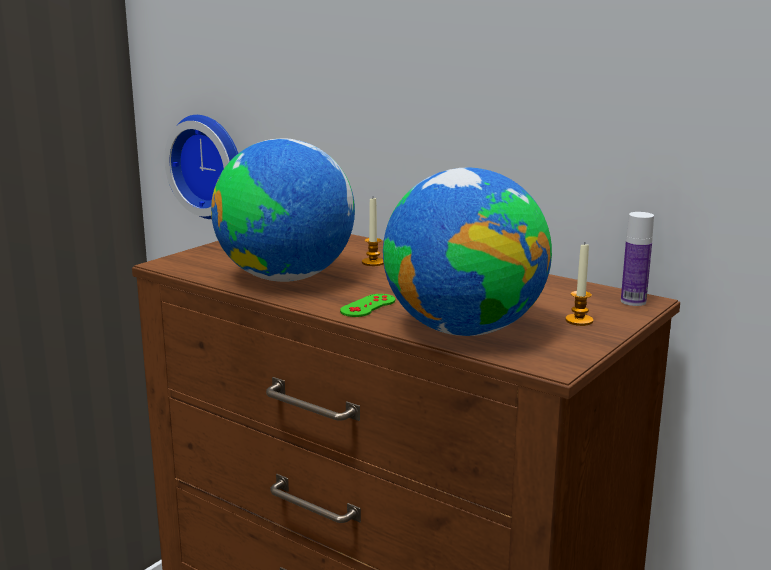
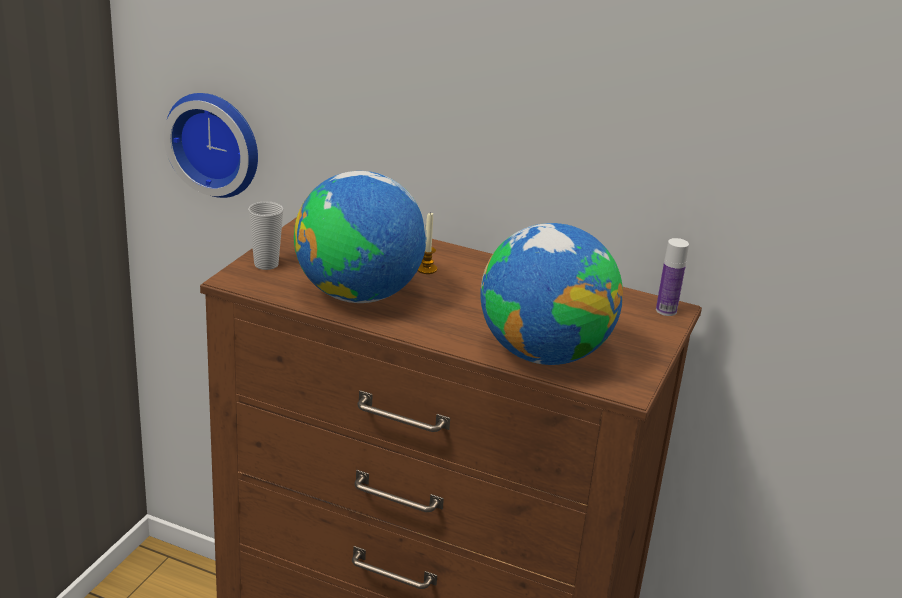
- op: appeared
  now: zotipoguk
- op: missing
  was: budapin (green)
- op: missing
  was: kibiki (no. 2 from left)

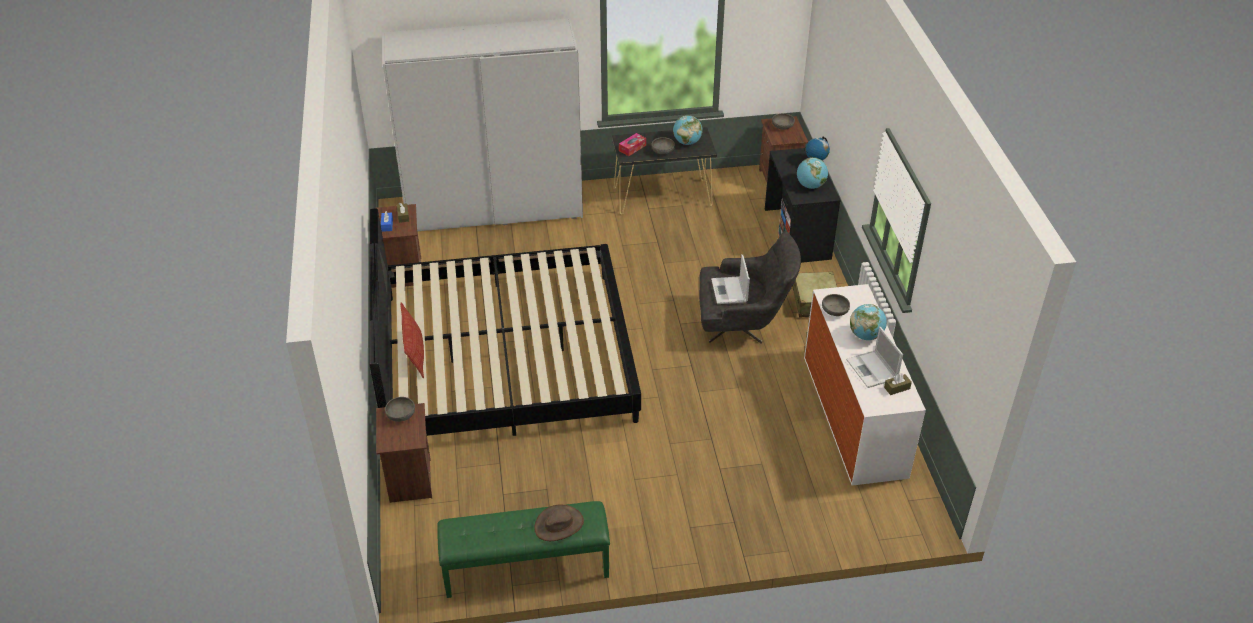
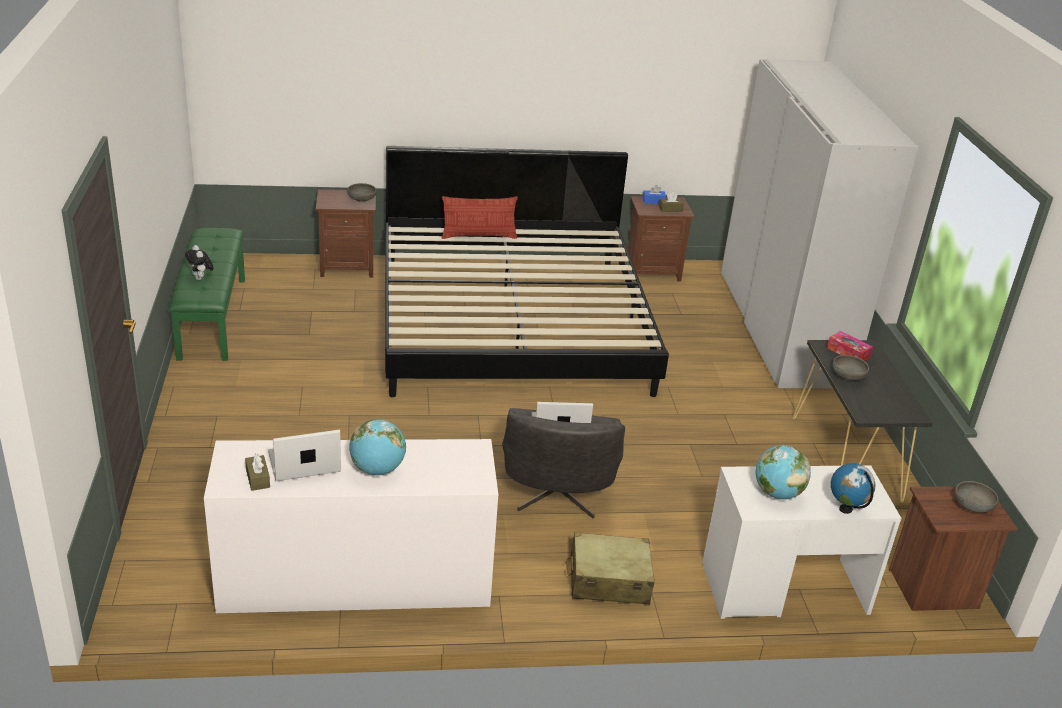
- op: exchanged
  was: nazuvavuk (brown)
  now: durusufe
- op: colour
  was: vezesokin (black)
  now: vezesokin (white)
- op: missing
  was: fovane (no. 1 from left)
- op: missing
  was: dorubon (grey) (no. 4 from left)

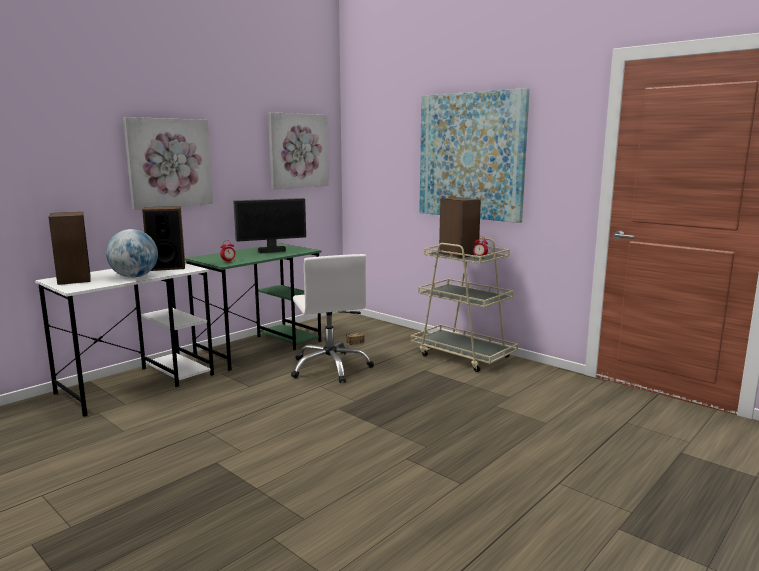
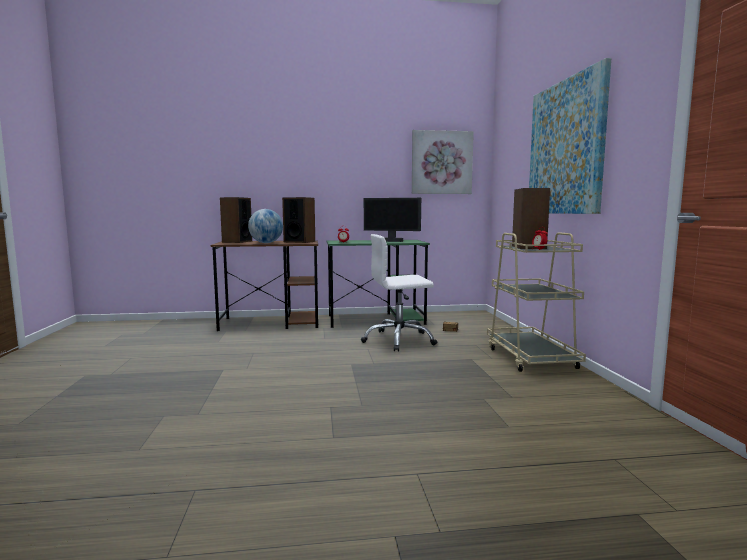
- op: colour
  was: vezesokin (white)
  now: vezesokin (brown)
- op: spun
  was: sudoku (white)
  clockwise: 60
- op: missing
  was: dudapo (no. 1 from left)

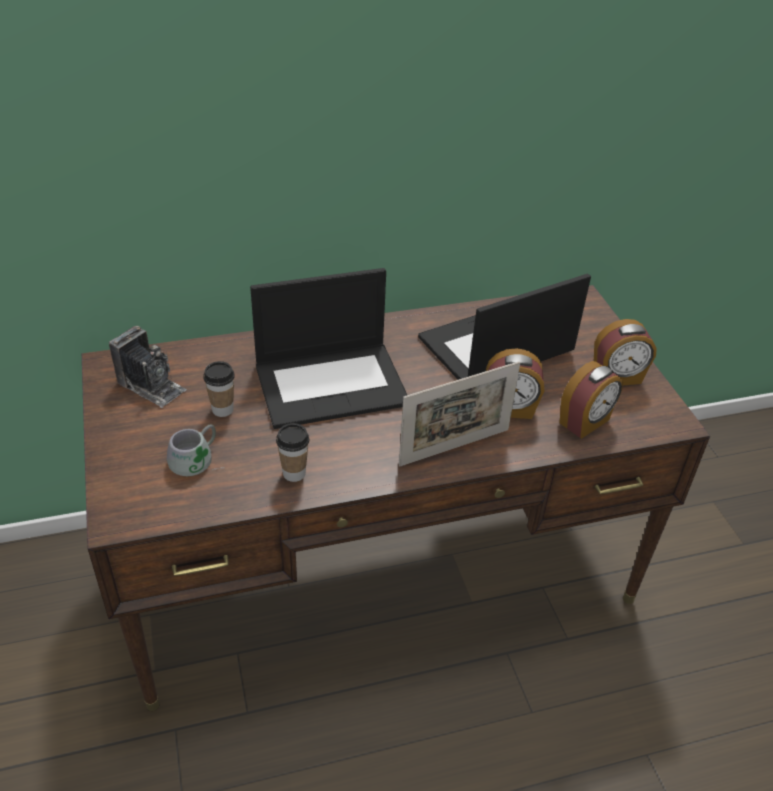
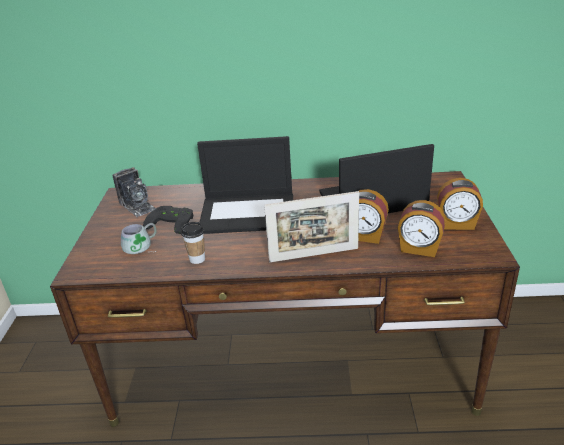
- op: exchanged
  was: zotipoguk (no. 1 from left)
  now: budapin (black)
- op: spun
  was: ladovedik (no. 2 from left)
  clockwise: 45

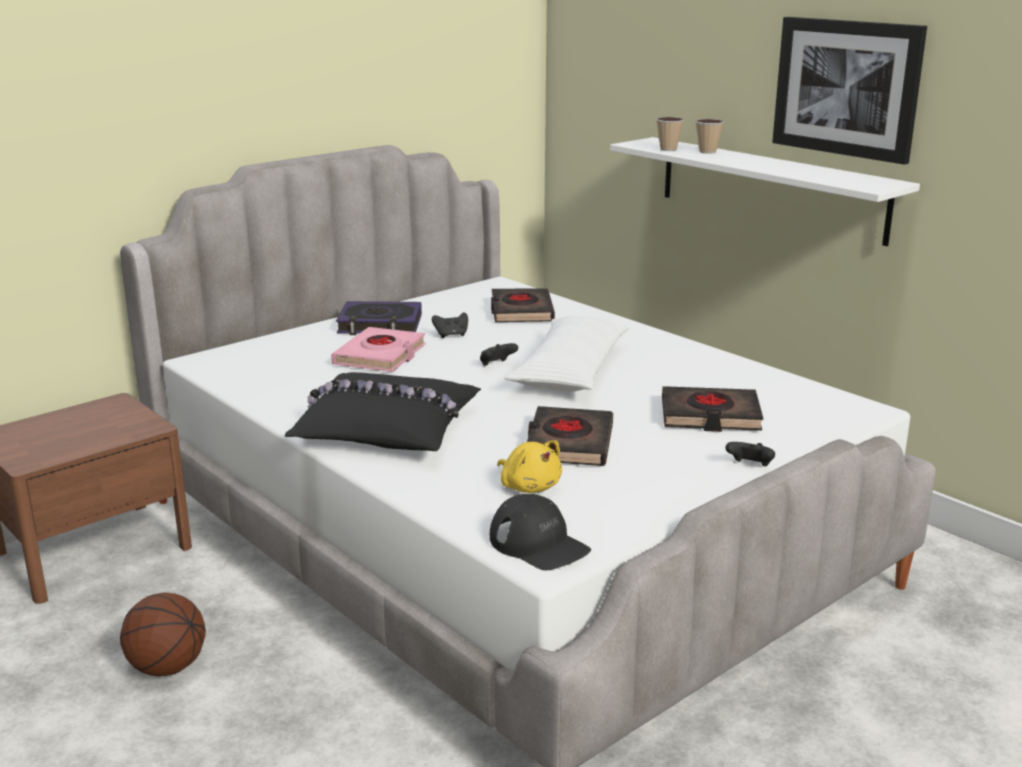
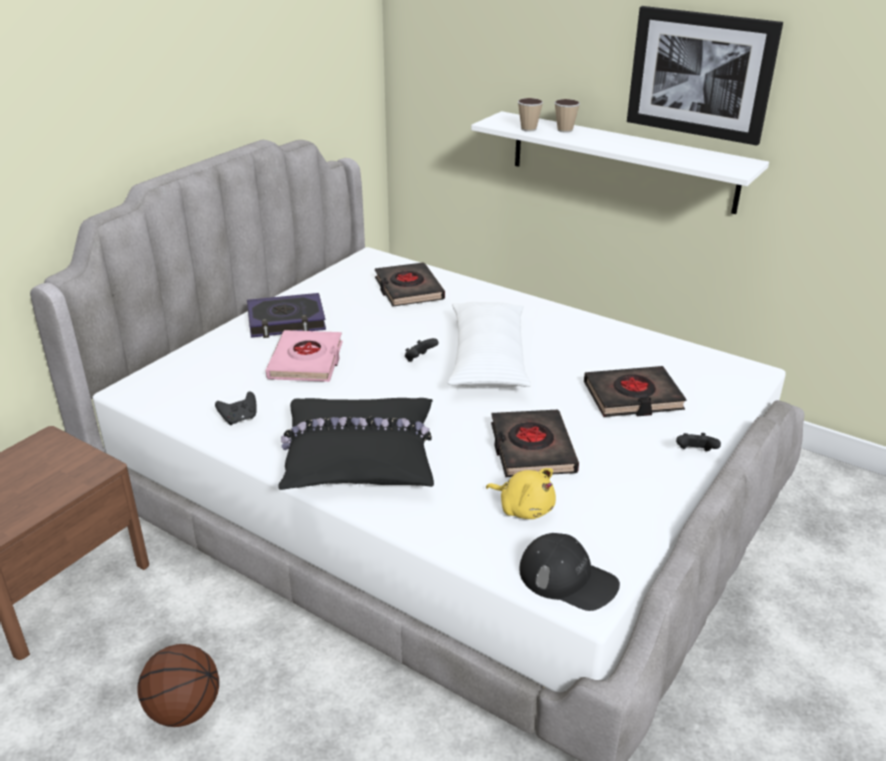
- op: relocated
  was: budapin (black) (no. 1 from left)

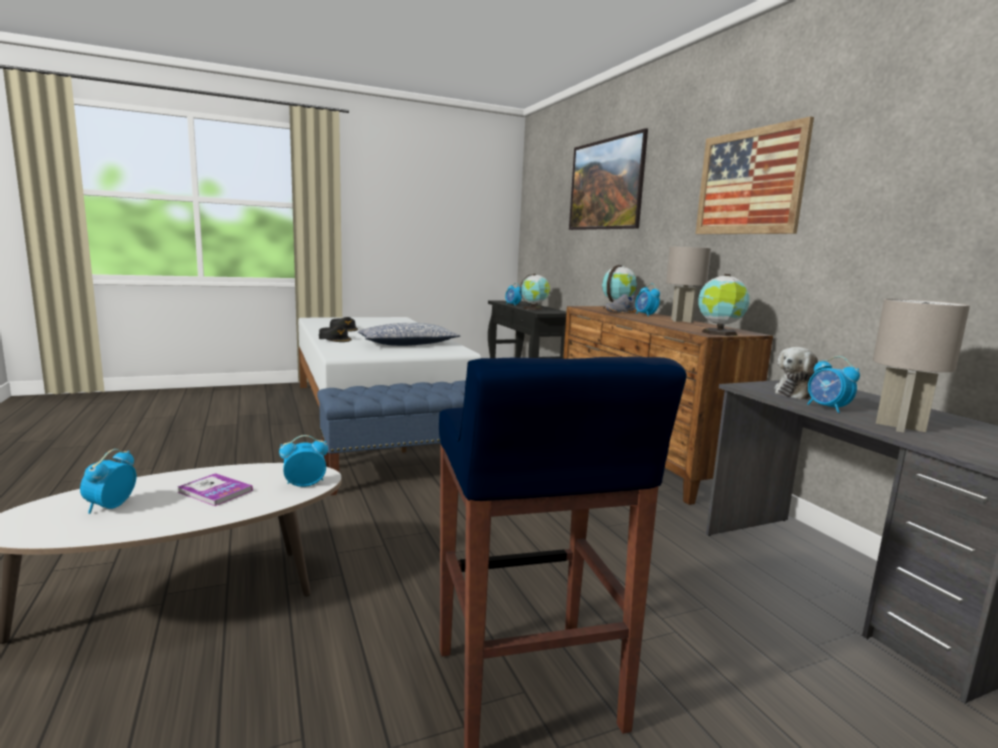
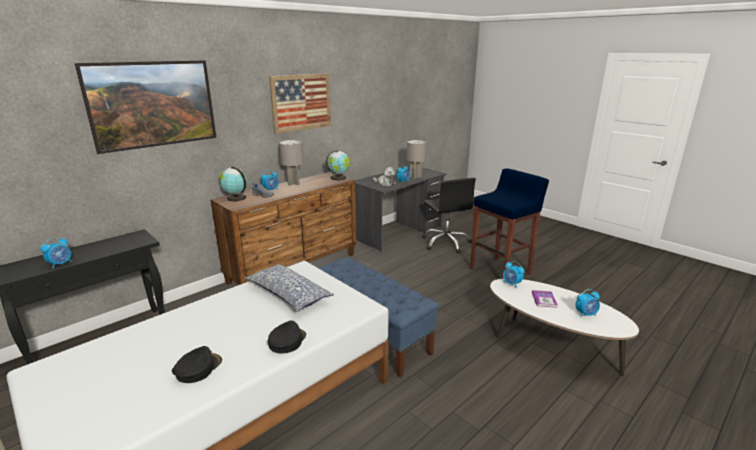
- op: appeared
  now: sudoku (black)
- op: missing
  was: fovane (no. 1 from left)

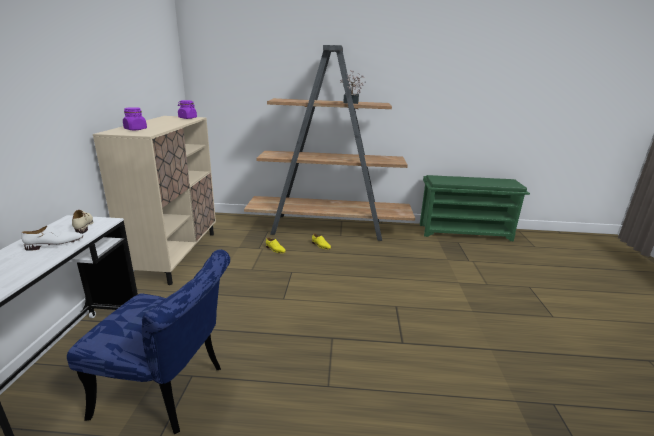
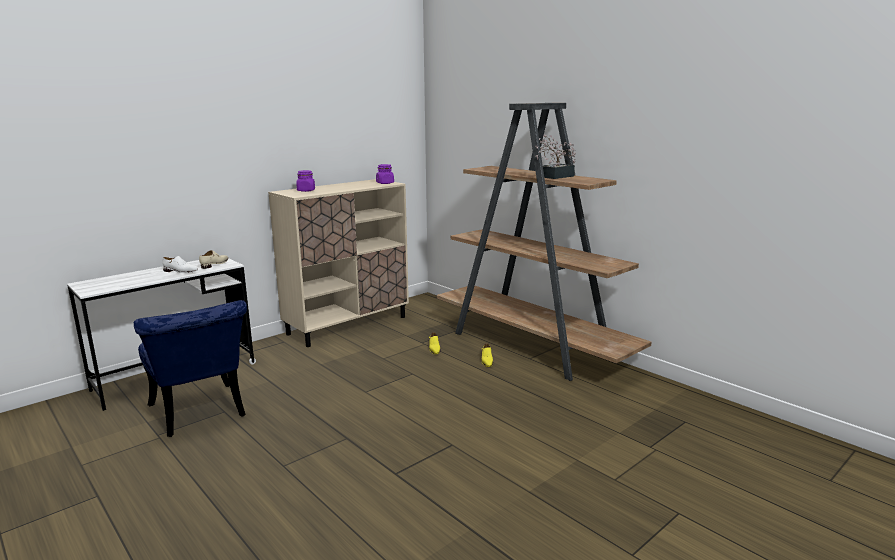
- op: missing
  was: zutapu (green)

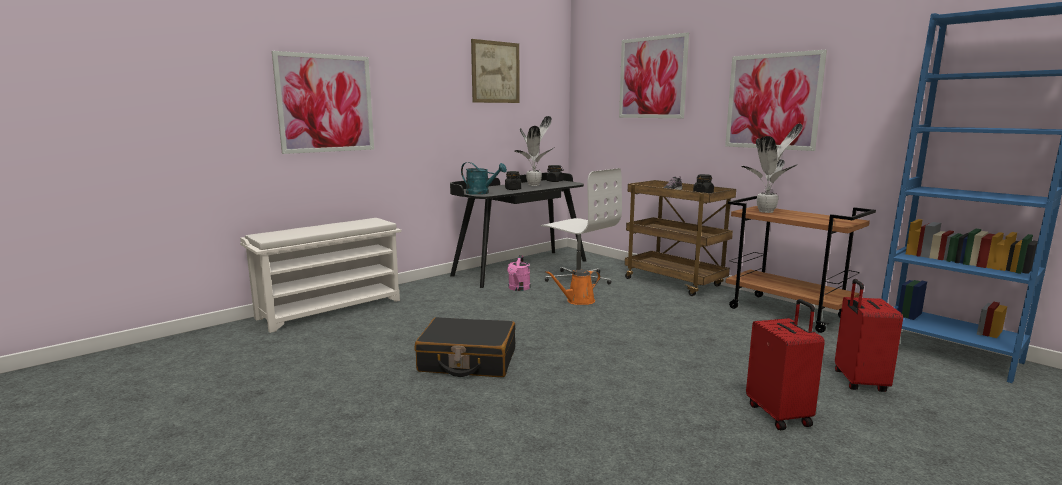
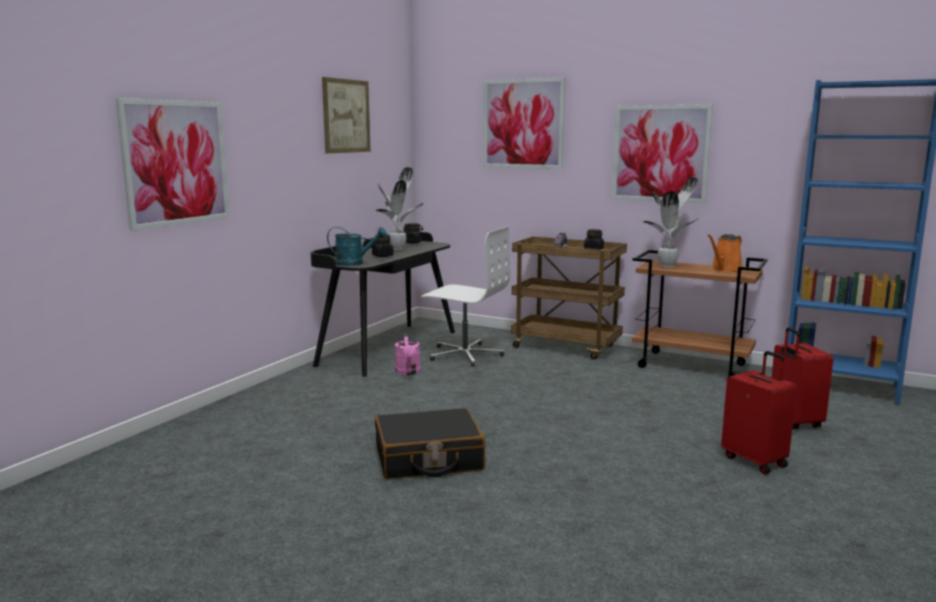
- op: relocated
  was: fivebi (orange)
- op: missing
  was: zutapu (white)

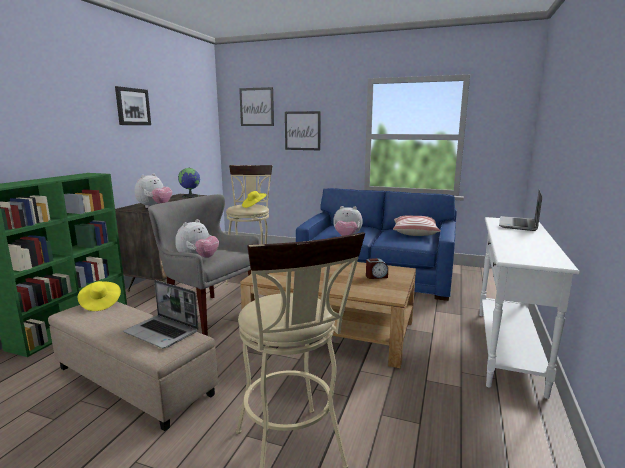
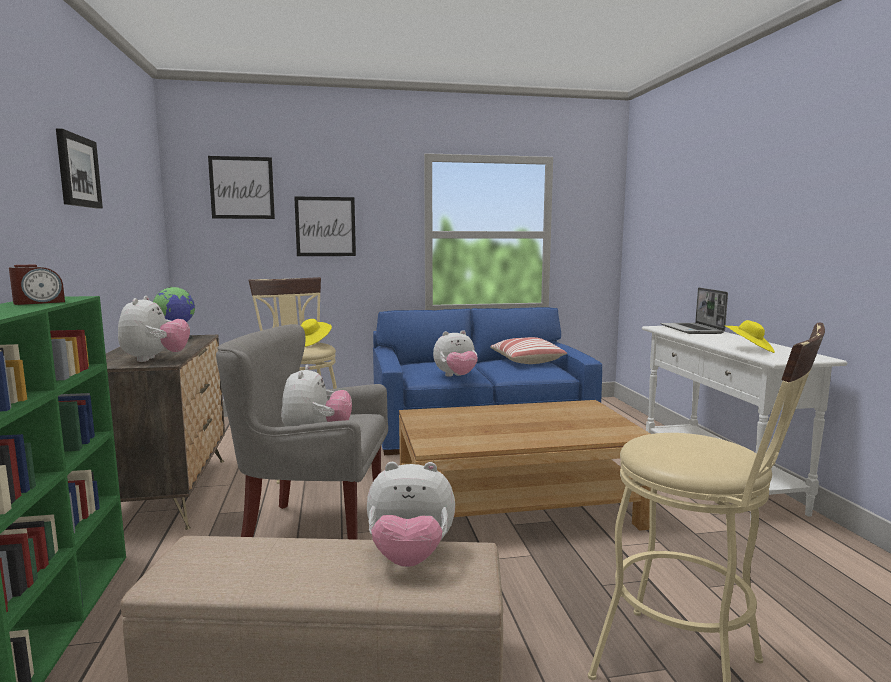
- op: relocated
  was: ladovedik
- op: exchanged
  was: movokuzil (no. 1 from left)
  now: durusufe (no. 3 from left)
- op: relocated
  was: nazuvavuk (yellow) (no. 1 from left in the first image)
  now: nazuvavuk (yellow) (no. 2 from left)

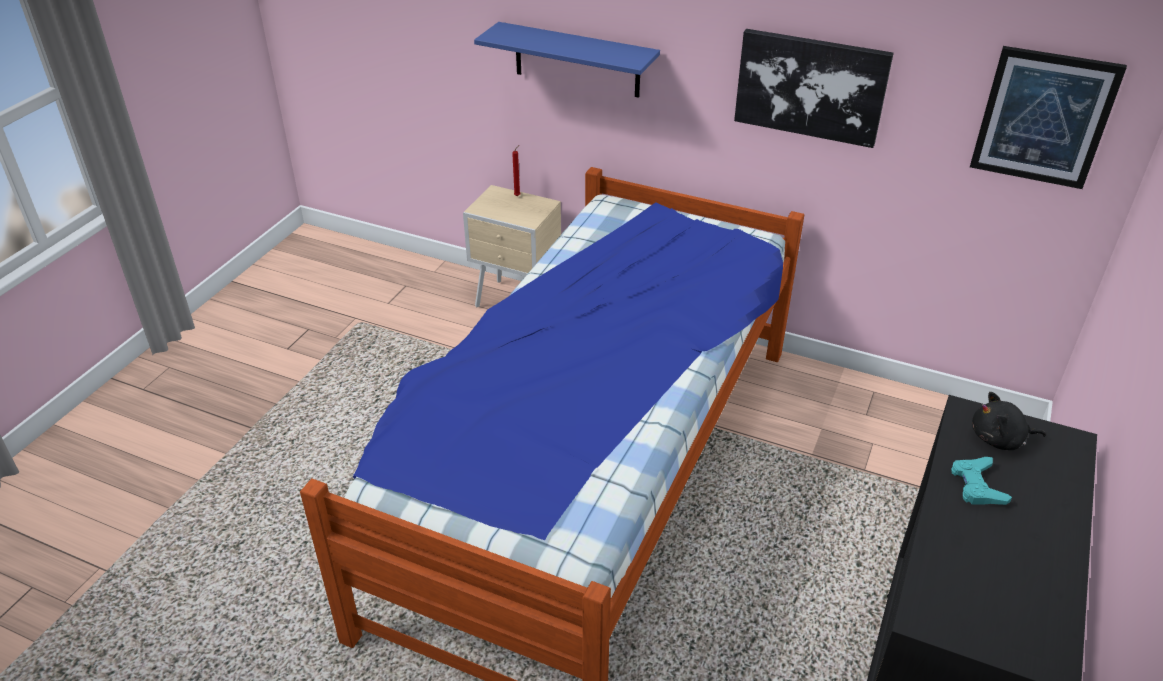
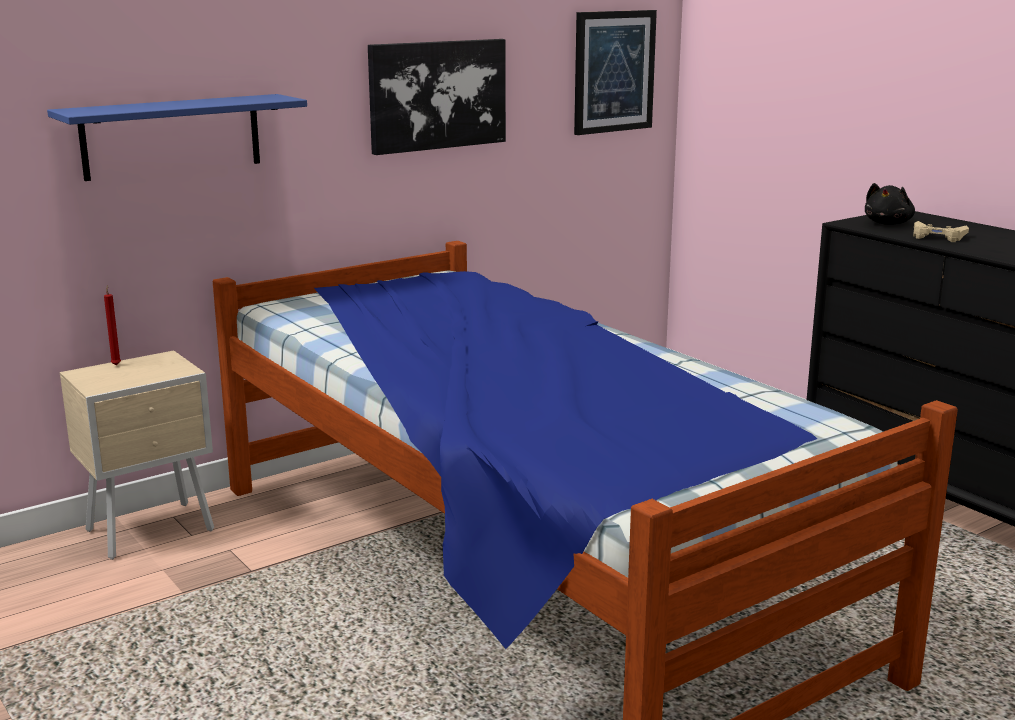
- op: colour
  was: budapin (turquoise)
  now: budapin (beige)

